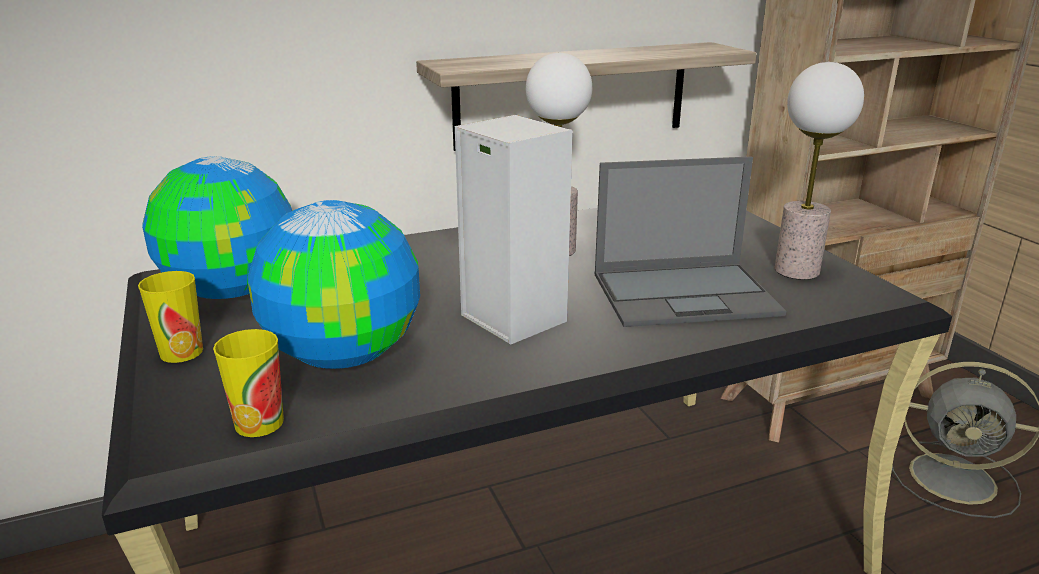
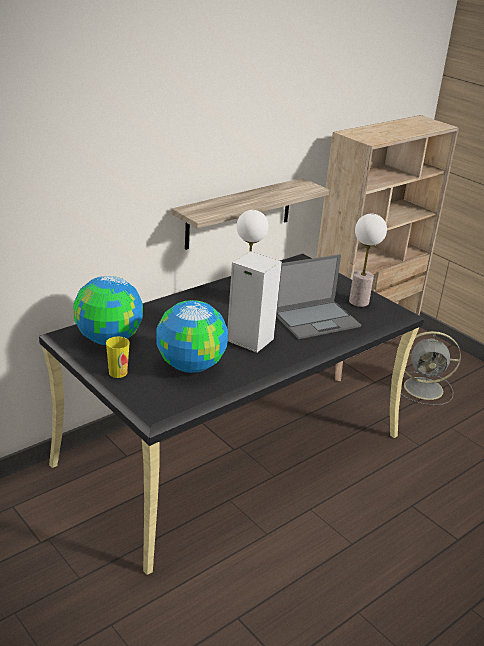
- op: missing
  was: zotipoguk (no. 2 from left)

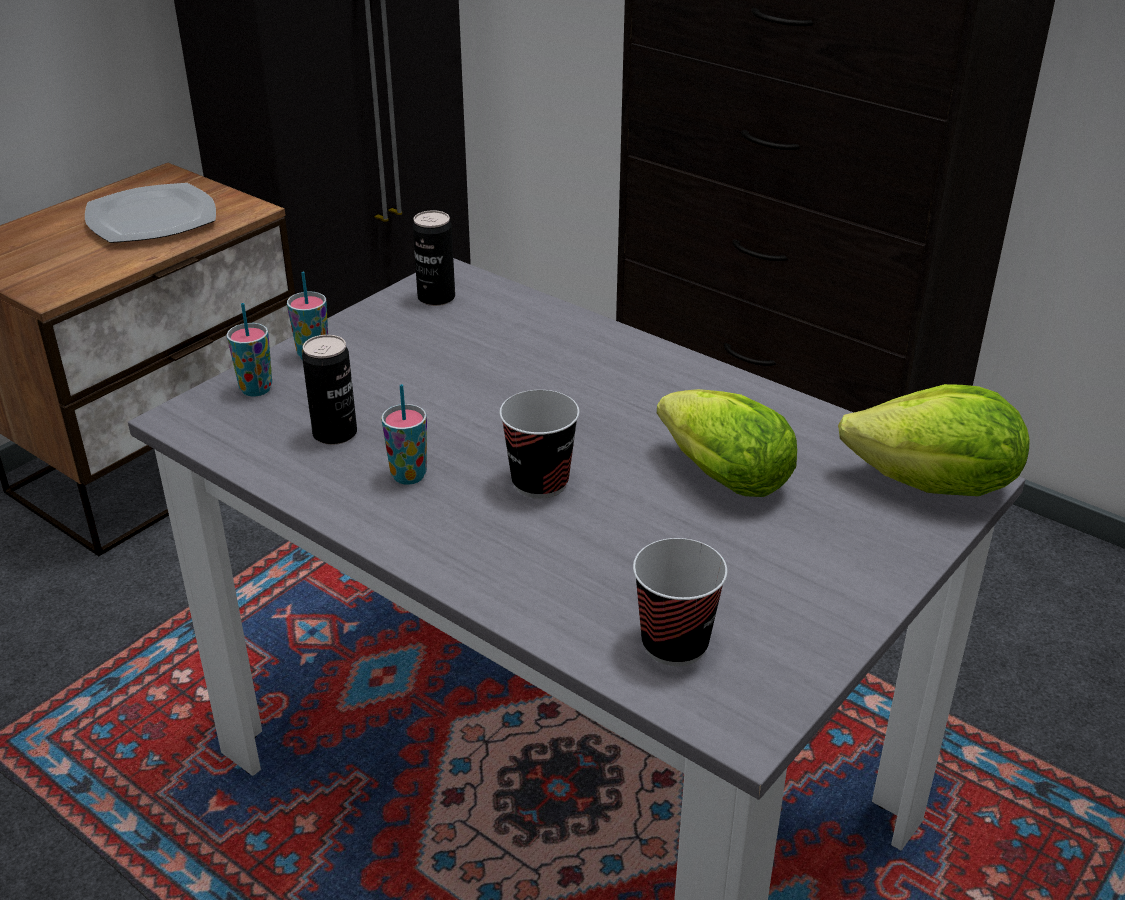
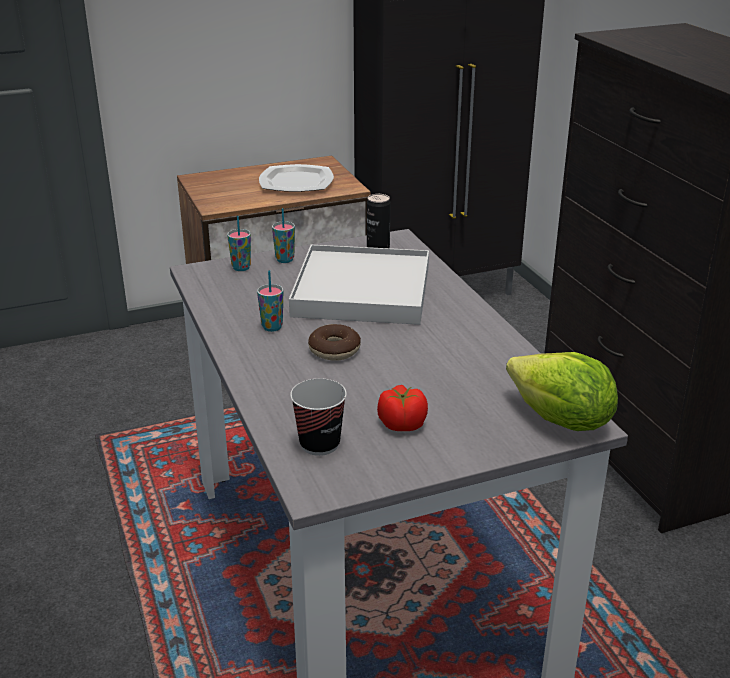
- op: appeared
  now: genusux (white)
- op: exchanged
  was: zotipoguk (no. 4 from left)
  now: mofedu
- op: appeared
  now: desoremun
- op: missing
  was: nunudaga (no. 1 from left)
- op: missing
  was: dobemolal (no. 1 from left)

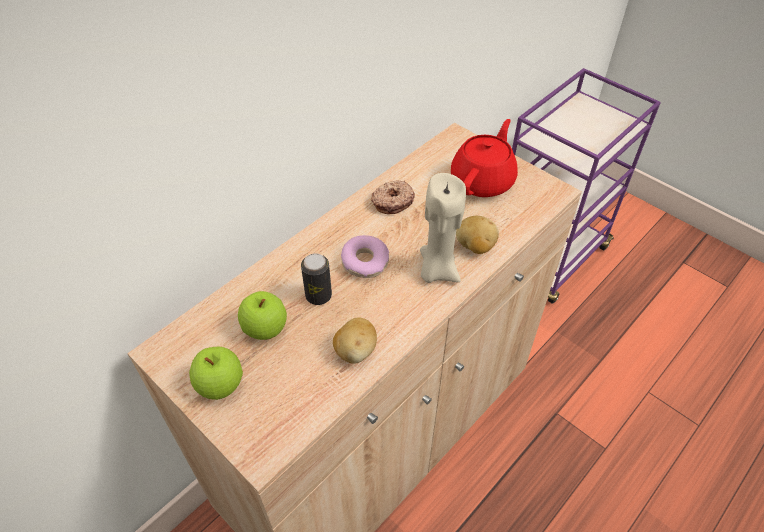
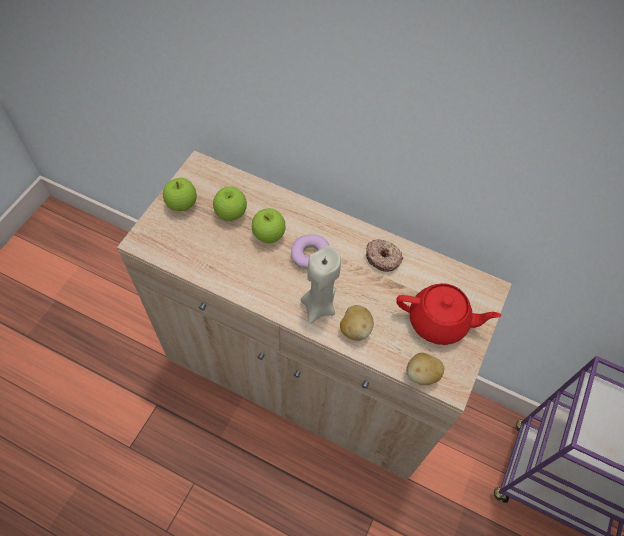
- op: exchanged
  was: nunudaga
  now: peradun (no. 3 from left)
- op: relocated
  was: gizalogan (no. 1 from left in the first image)
  now: gizalogan (no. 2 from left)

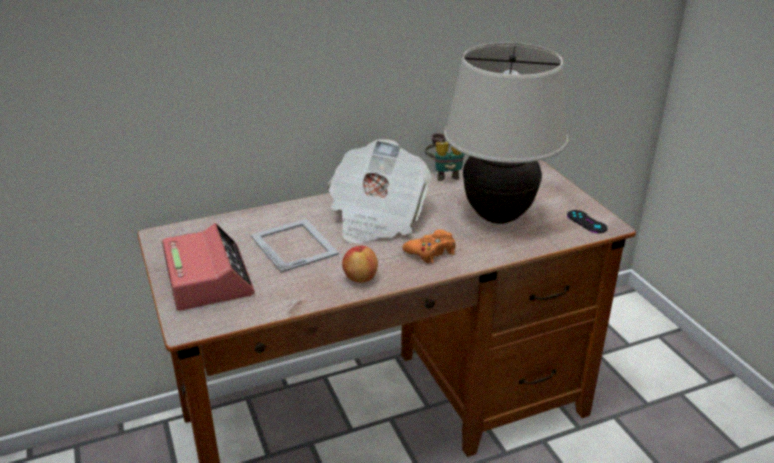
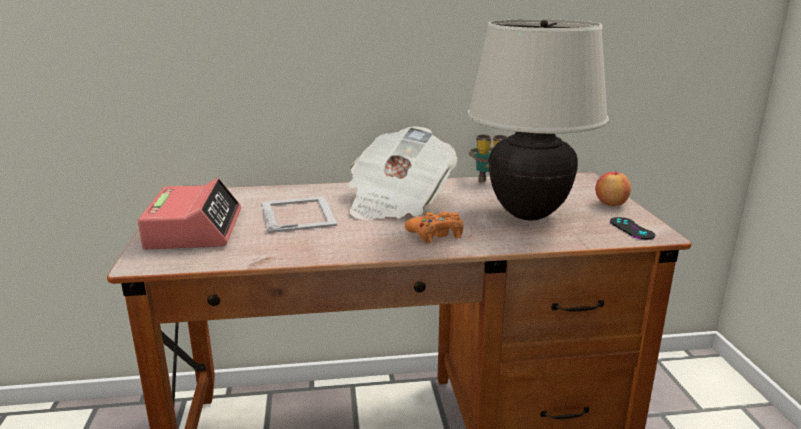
- op: relocated
  was: peradun

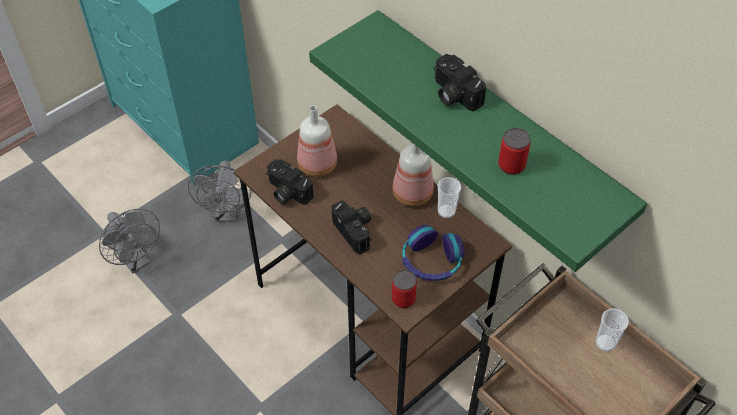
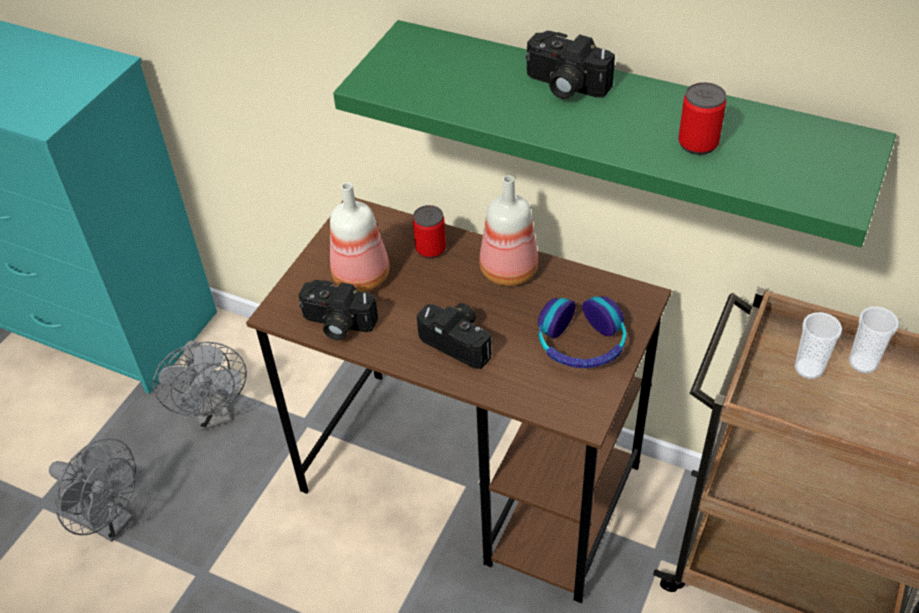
- op: relocated
  was: nunudaga (no. 1 from left)
- op: relocated
  was: zotipoguk (no. 1 from left)

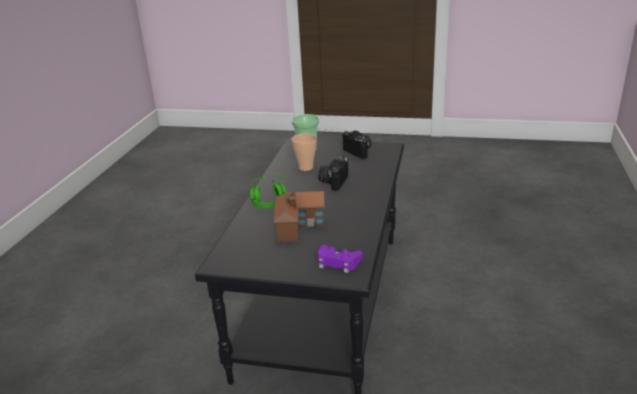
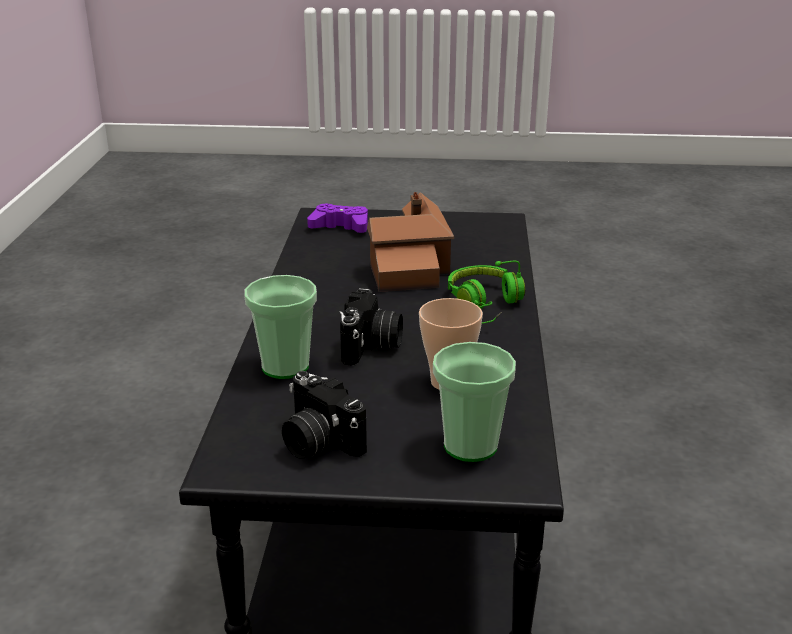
- op: appeared
  now: zotipoguk (no. 1 from left)

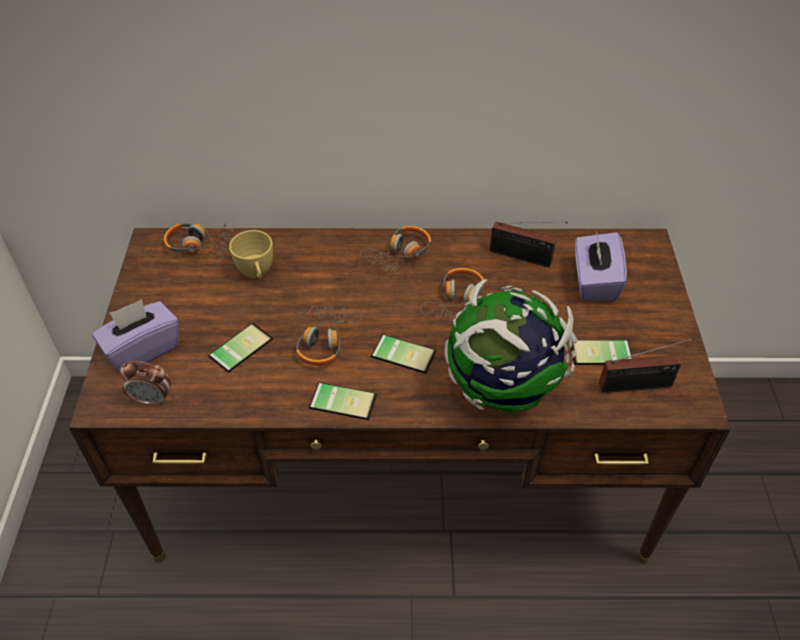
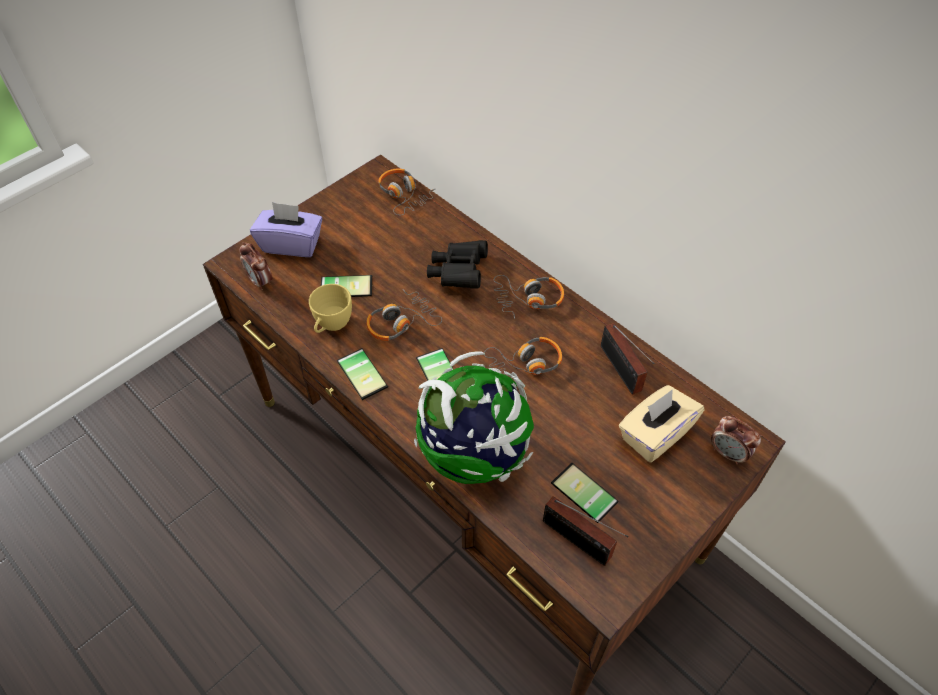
- op: relocated
  was: zotipoguk (yellow)
- op: appeared
  now: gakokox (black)
- op: colour
  was: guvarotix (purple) (no. 2 from left)
  now: guvarotix (beige)
- op: appeared
  now: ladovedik (no. 2 from left)

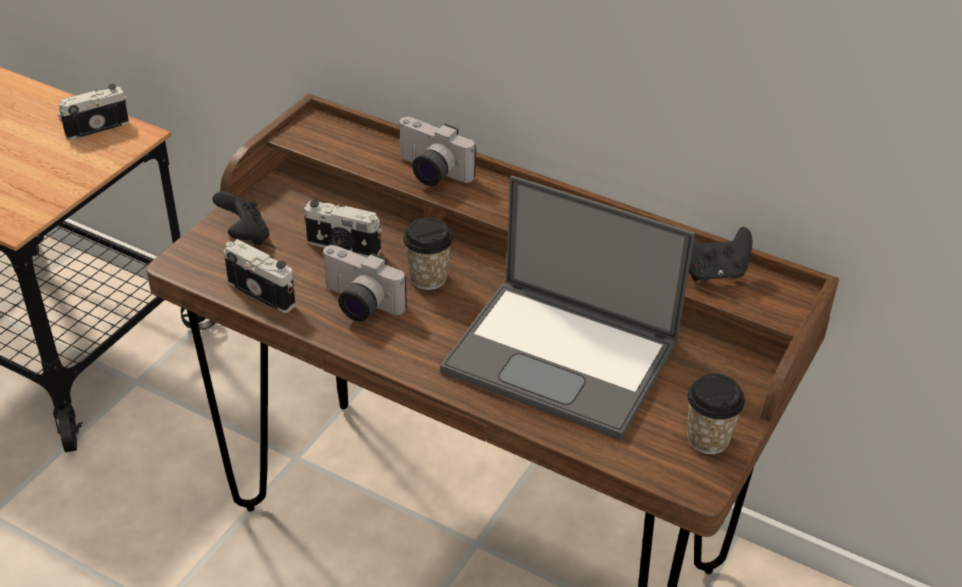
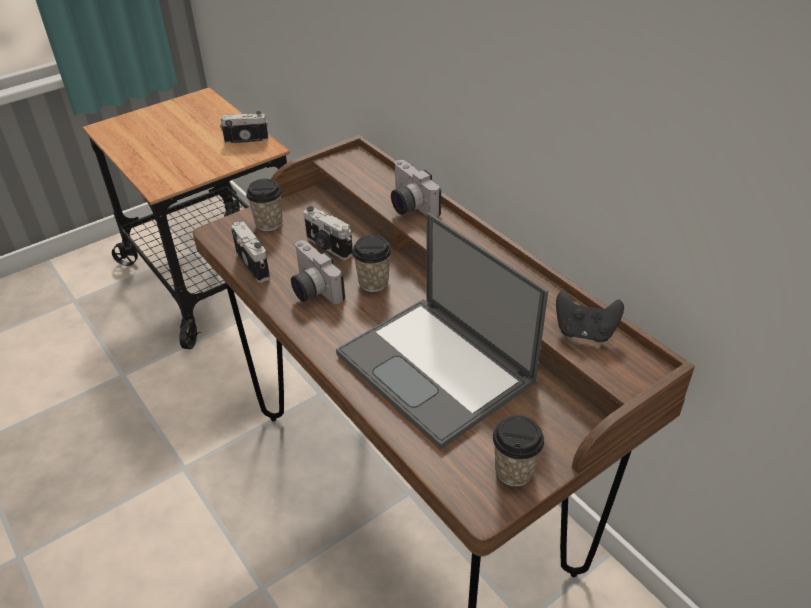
- op: exchanged
  was: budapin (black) (no. 1 from left)
  now: zotipoguk (no. 1 from left)

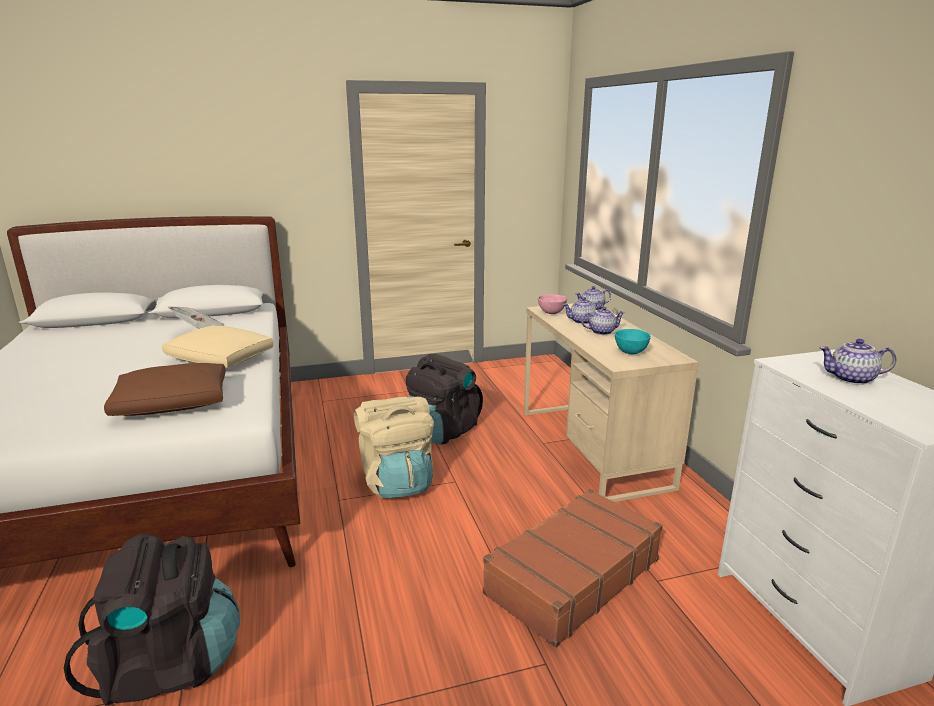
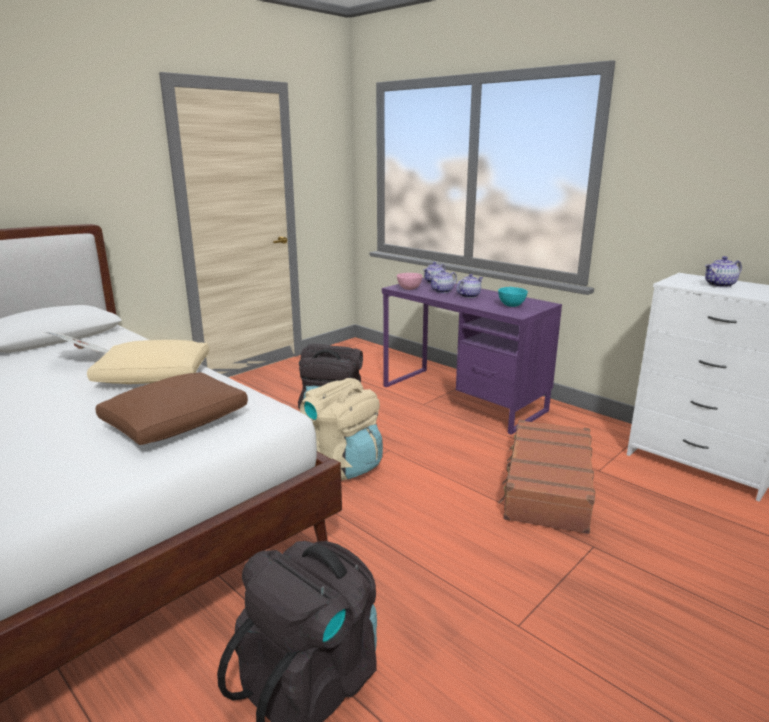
- op: colour
  was: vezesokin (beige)
  now: vezesokin (purple)

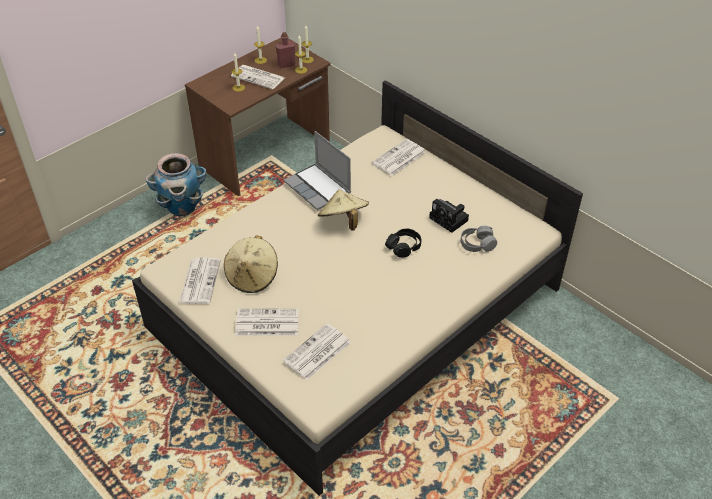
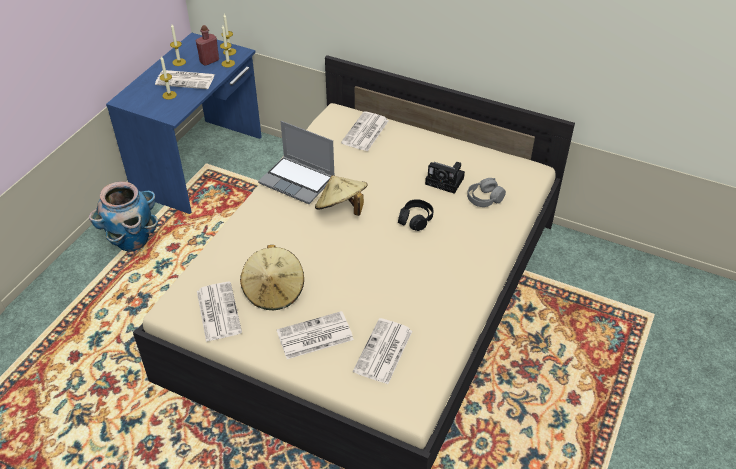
- op: colour
  was: vezesokin (brown)
  now: vezesokin (blue)

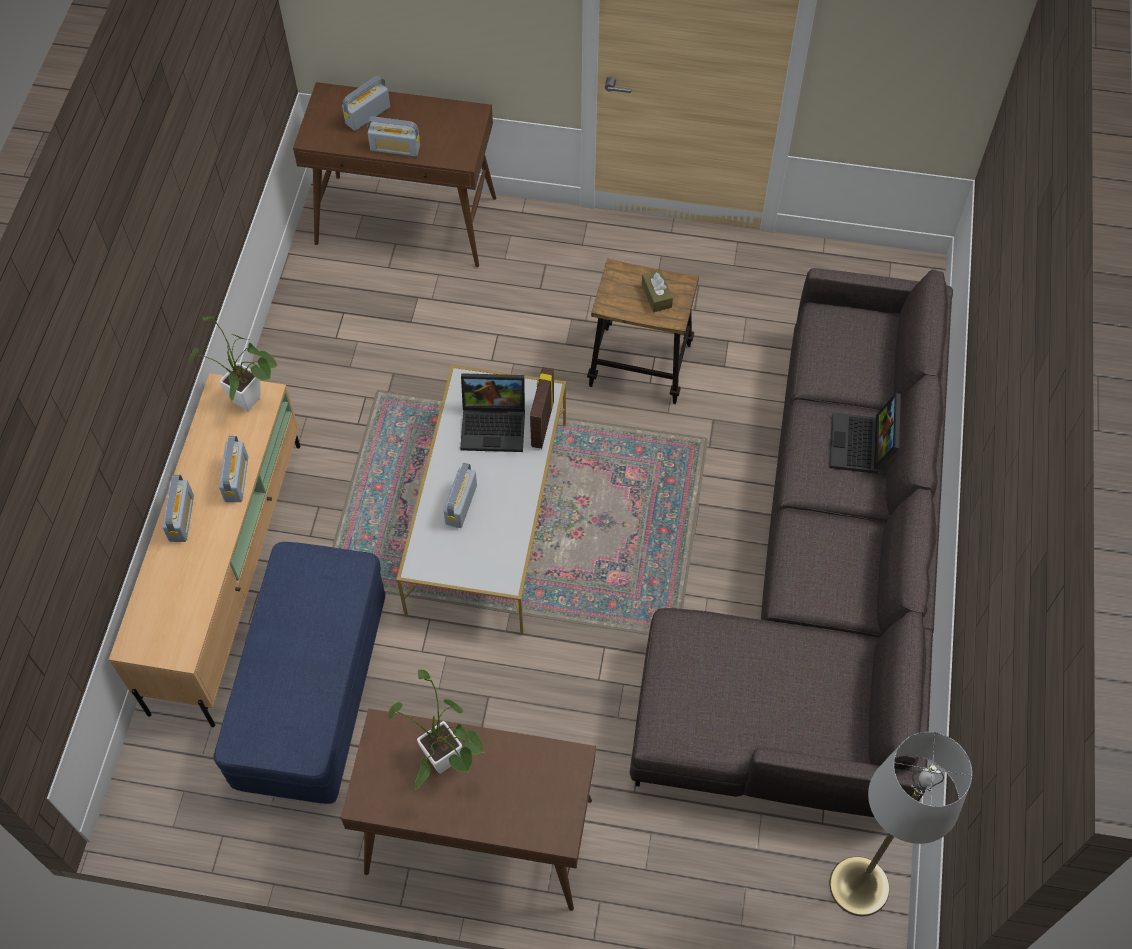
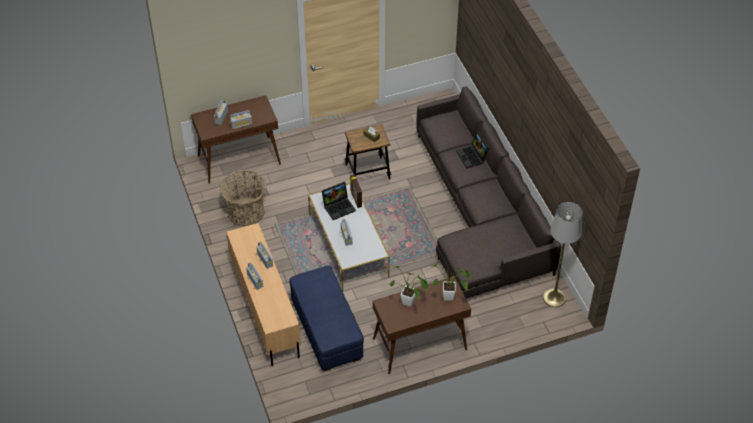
- op: appeared
  now: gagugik
- op: relocated
  was: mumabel (no. 1 from left in the first image)
  now: mumabel (no. 2 from left)

